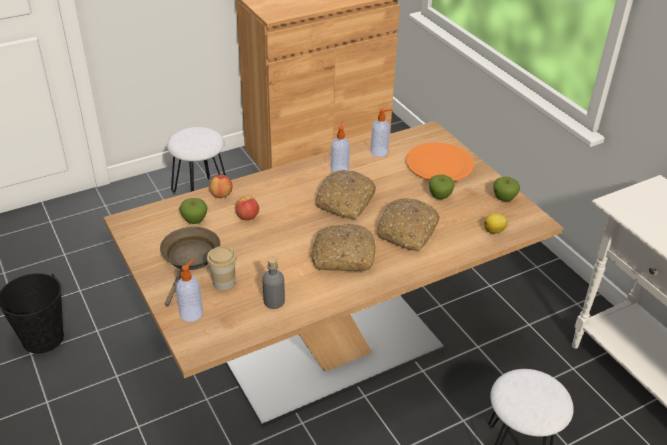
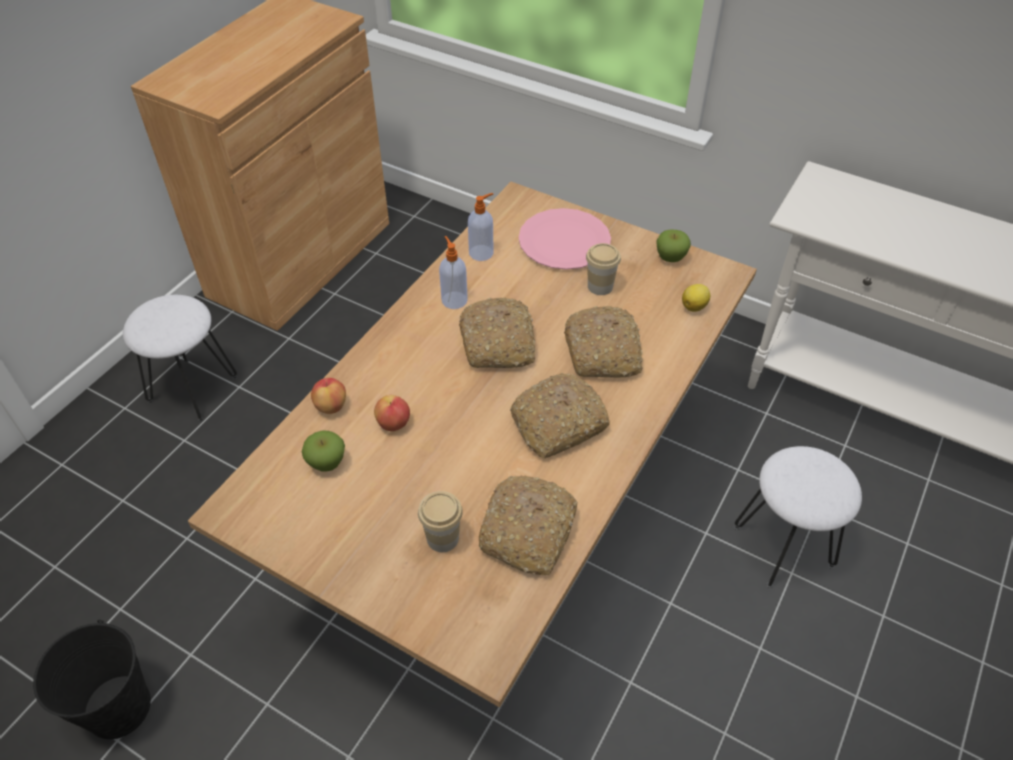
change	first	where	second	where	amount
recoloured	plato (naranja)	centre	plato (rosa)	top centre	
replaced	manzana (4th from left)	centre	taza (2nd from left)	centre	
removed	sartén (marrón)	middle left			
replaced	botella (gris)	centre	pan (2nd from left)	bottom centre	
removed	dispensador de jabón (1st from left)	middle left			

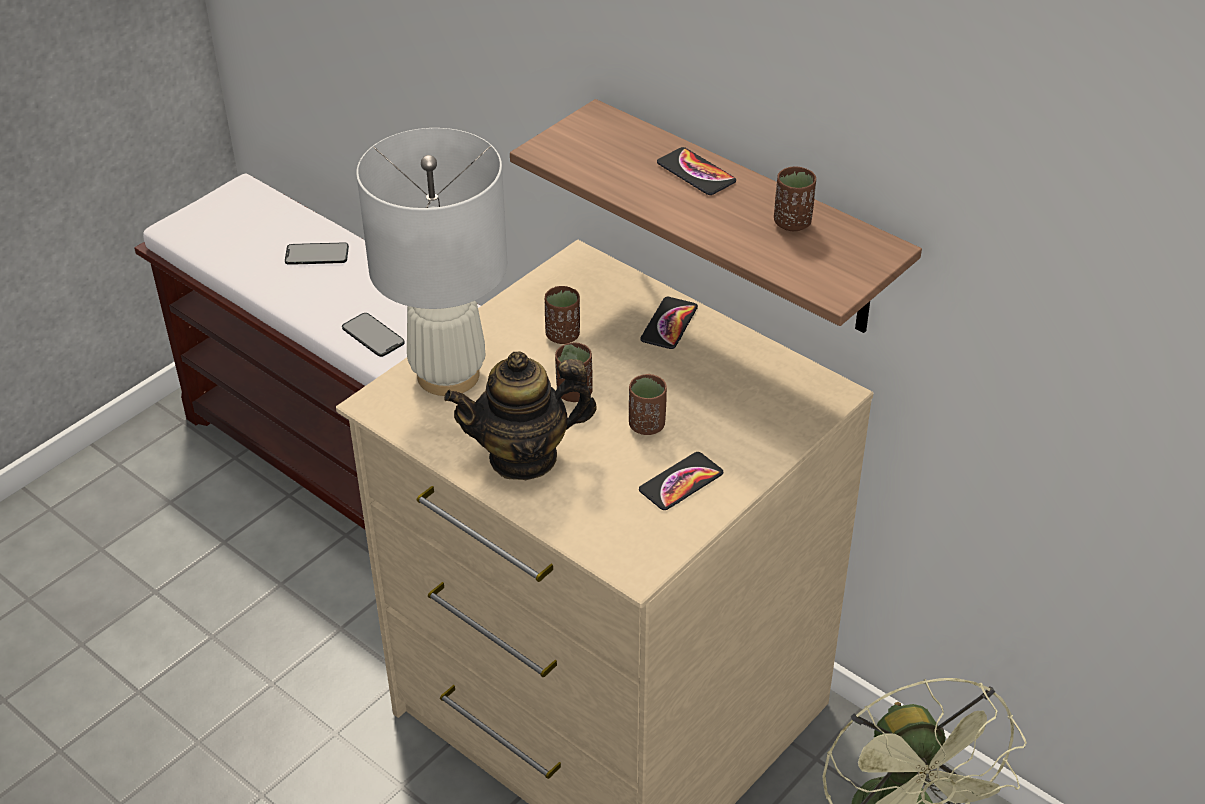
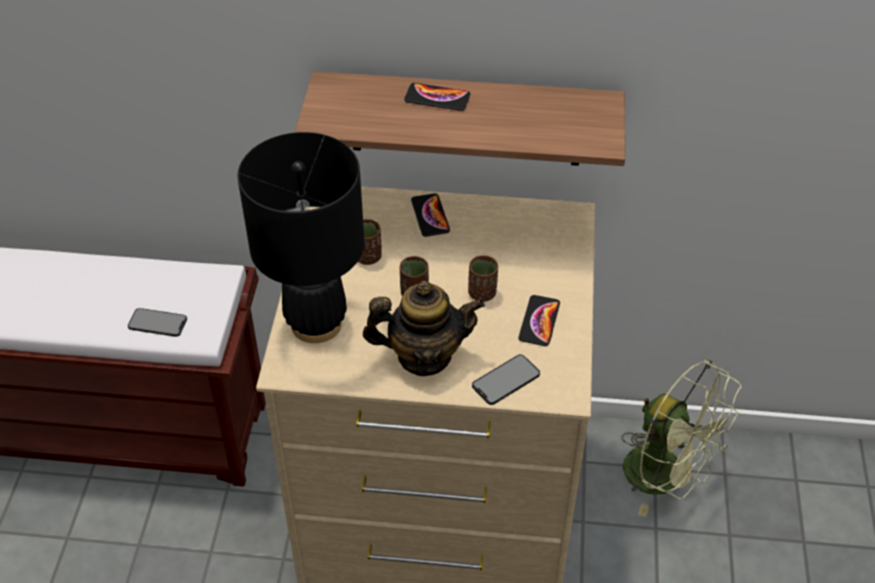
change	first	where	second	where	amount
recoloured	lámpara de mesa (blanco)	top centre	lámpara de mesa (negro)	centre	
removed	taza (marrón) (4th from left)	top centre			
moved	móvil (1st from left in the first image)	top left	móvil (4th from left)	centre	
turned	tetera	centre		centre	135 degrees counterclockwise

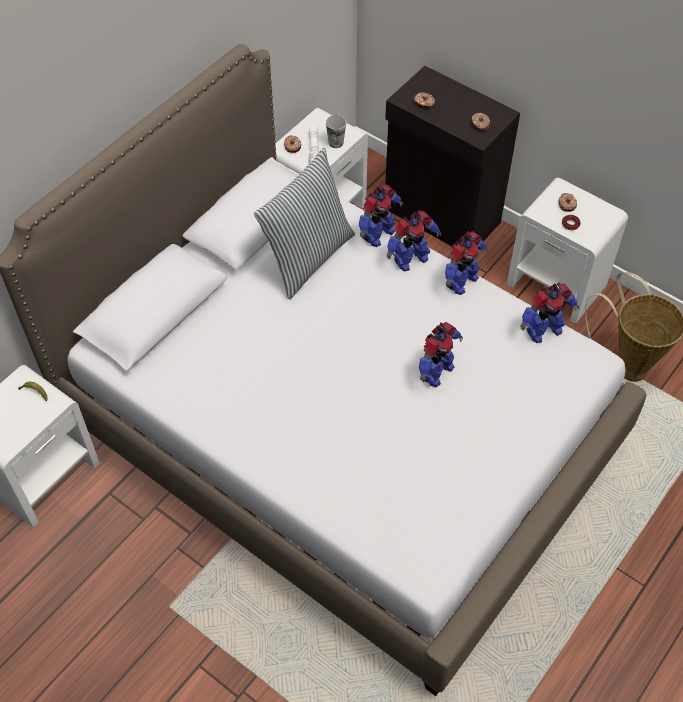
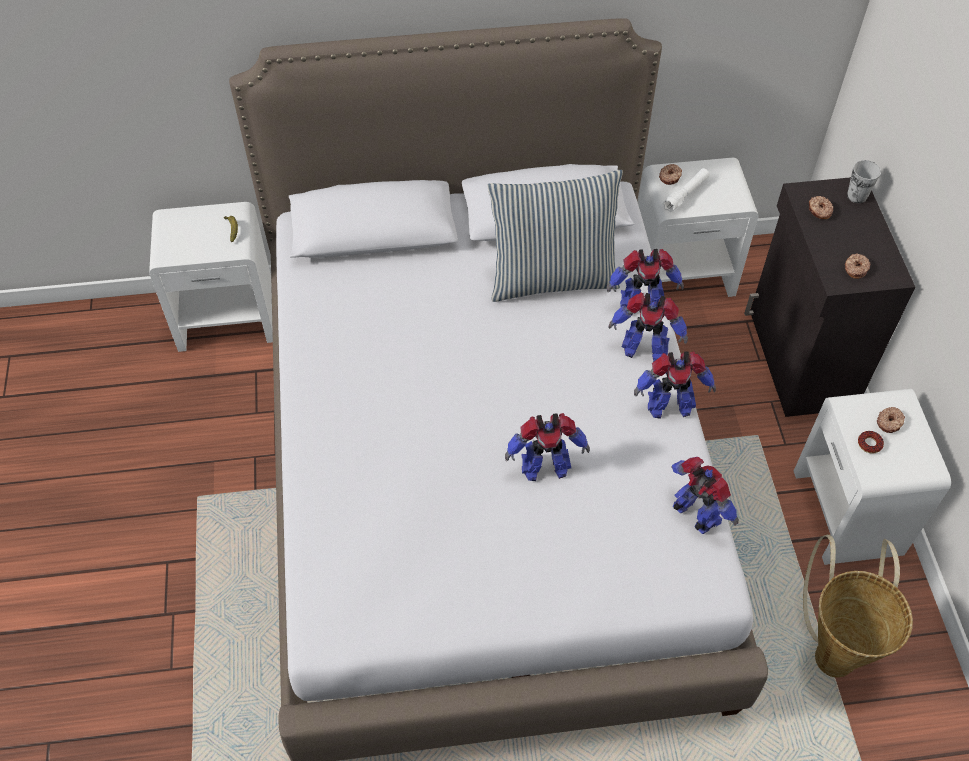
change	first	where	second	where	amount
moved	taza	top centre		top right	
turned	robot de juguete (5th from left)	middle right		middle right	150 degrees counterclockwise

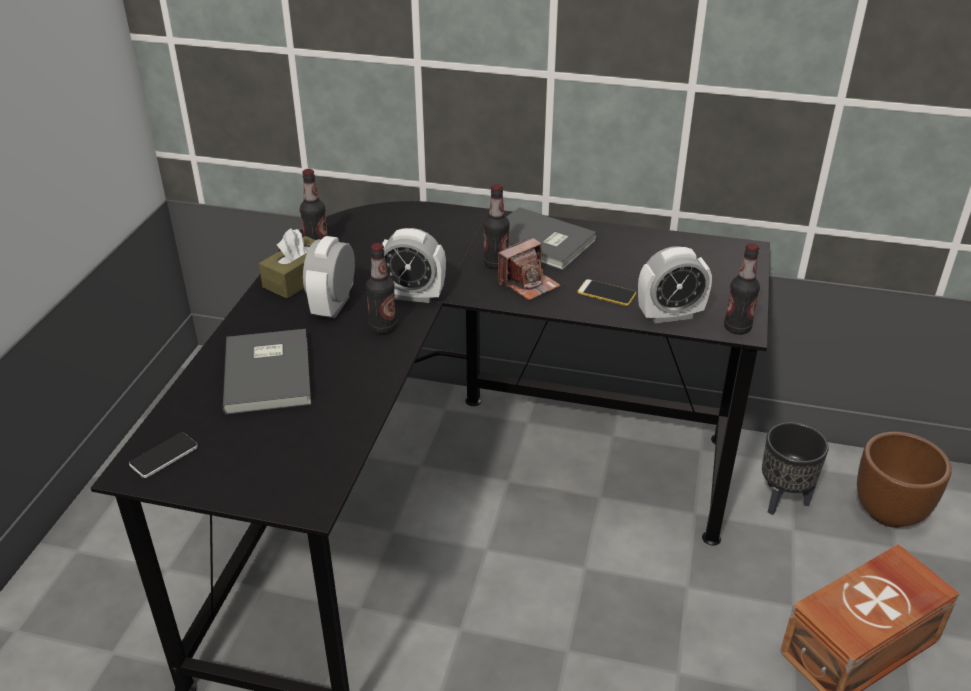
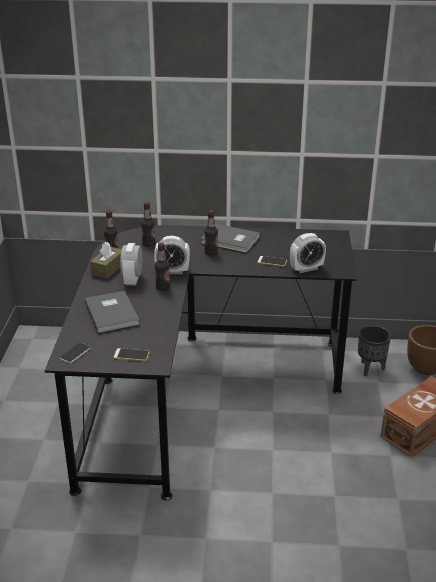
change	first	where	second	where	amount
removed	cámara	centre			
moved	botella (4th from left in the first image)	middle right	botella (2nd from left)	centre	
added			móvil (2nd from left)	middle left	

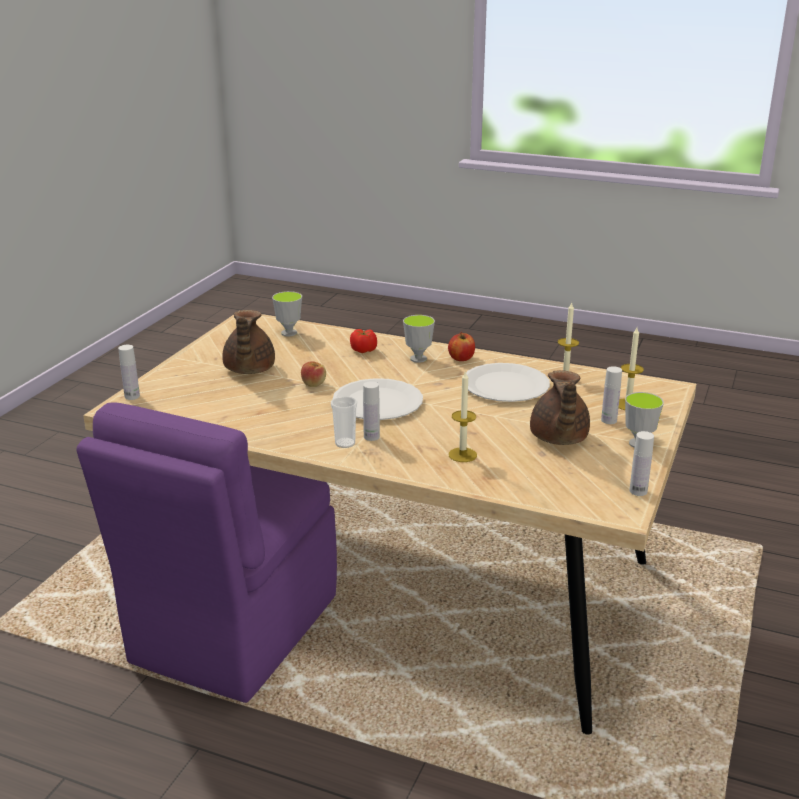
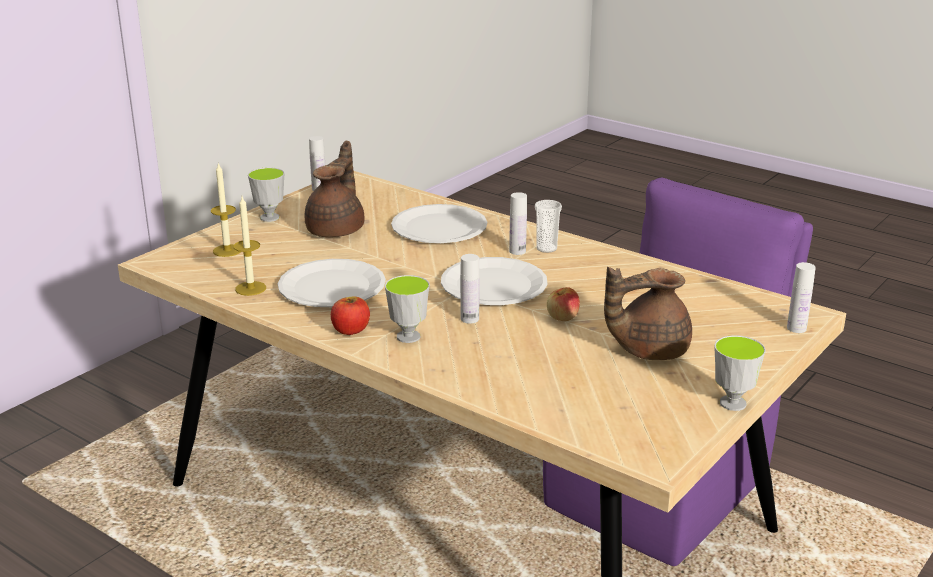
change	first	where	second	where	amount
moved	taza (1st from left in the first image)	centre	taza (4th from left)	middle right	
turned	tetera (marrón) (1st from left in the first image)	middle left	tetera (marrón) (2nd from left)	middle right	120 degrees counterclockwise
removed	tomate	centre			
moved	botella (blanco) (3rd from left in the first image)	middle right	botella (blanco) (2nd from left)	centre	
replaced	vela (1st from left)	centre	plato (blanco) (2nd from left)	centre	

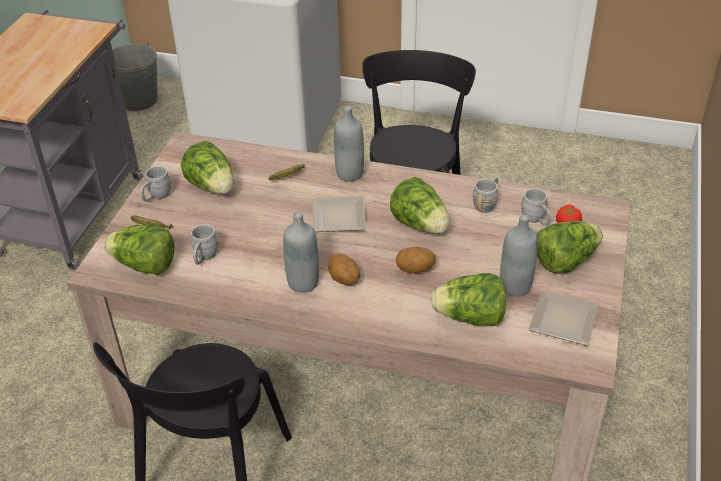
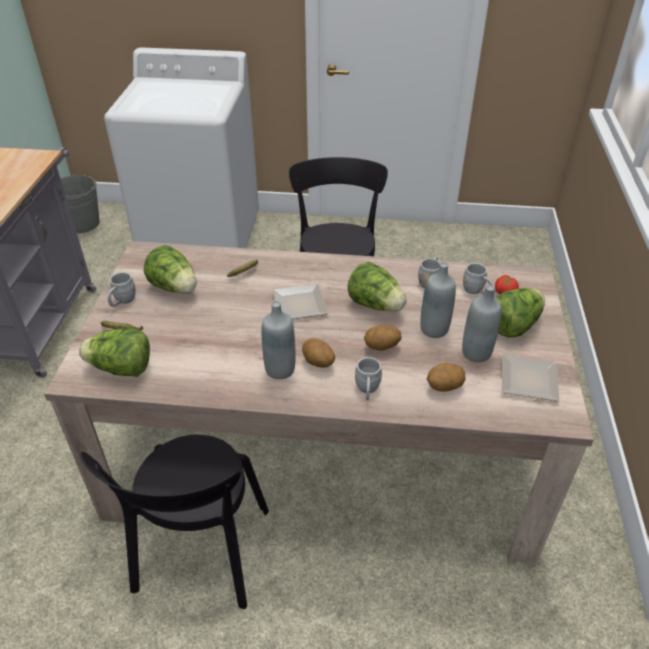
change	first	where	second	where	amount
moved	botella (gris) (2nd from left)	top centre		middle right	
moved	taza grande (gris) (2nd from left)	middle left		centre	
replaced	lechuga (4th from left)	centre	patata (3rd from left)	middle right	

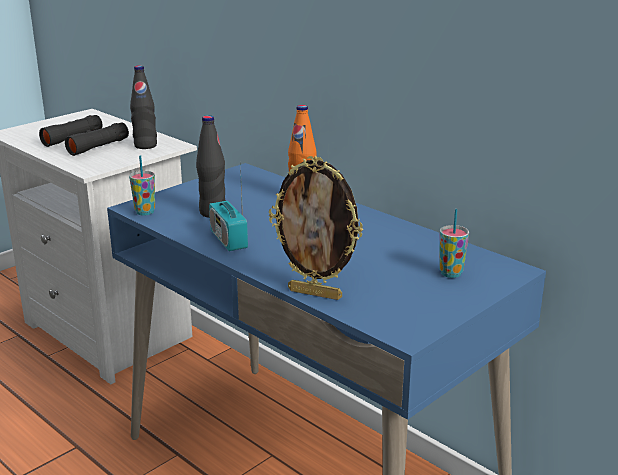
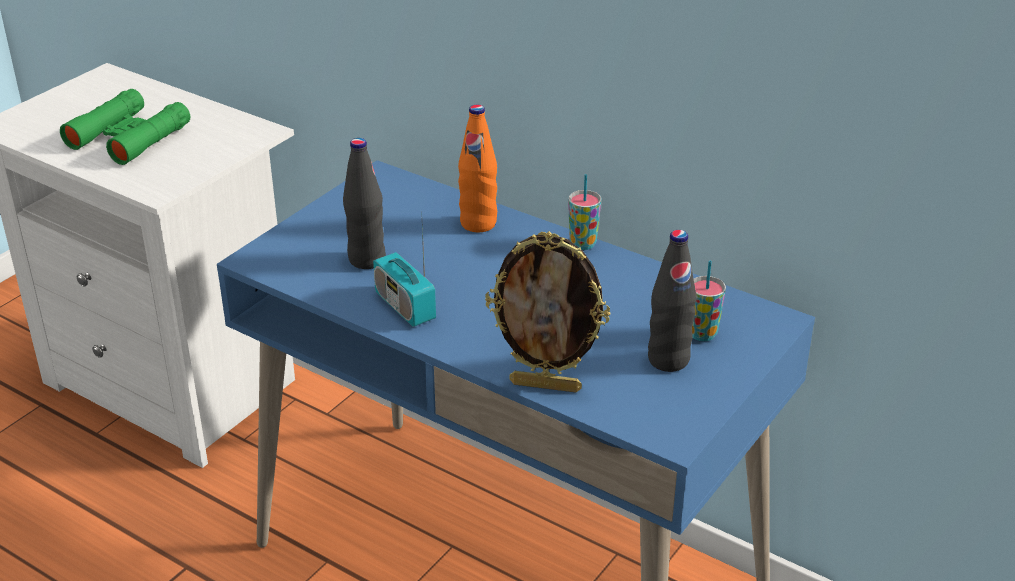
change	first	where	second	where	amount
moved	botella (negro) (1st from left in the first image)	top left	botella (negro) (2nd from left)	centre	
recoloured	prismáticos (negro)	top left	prismáticos (verde)	top left	
moved	taza (1st from left)	middle left		centre	

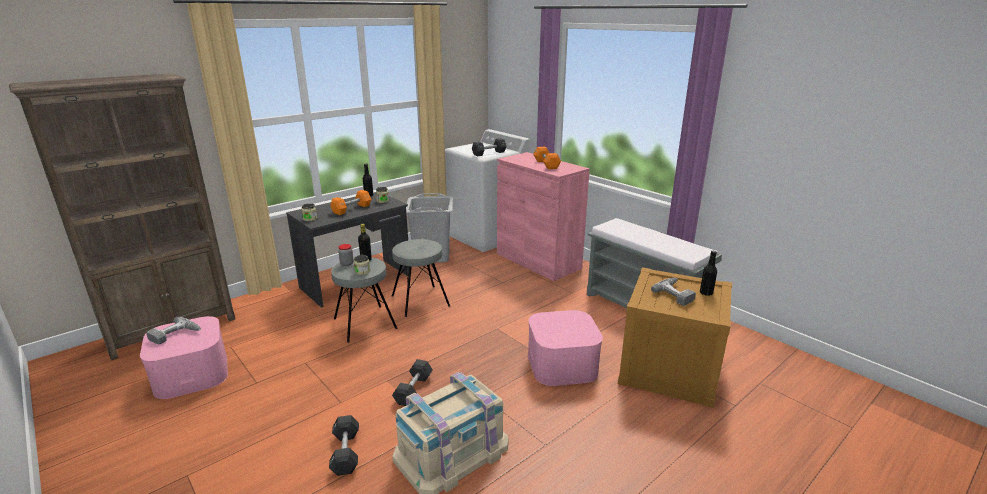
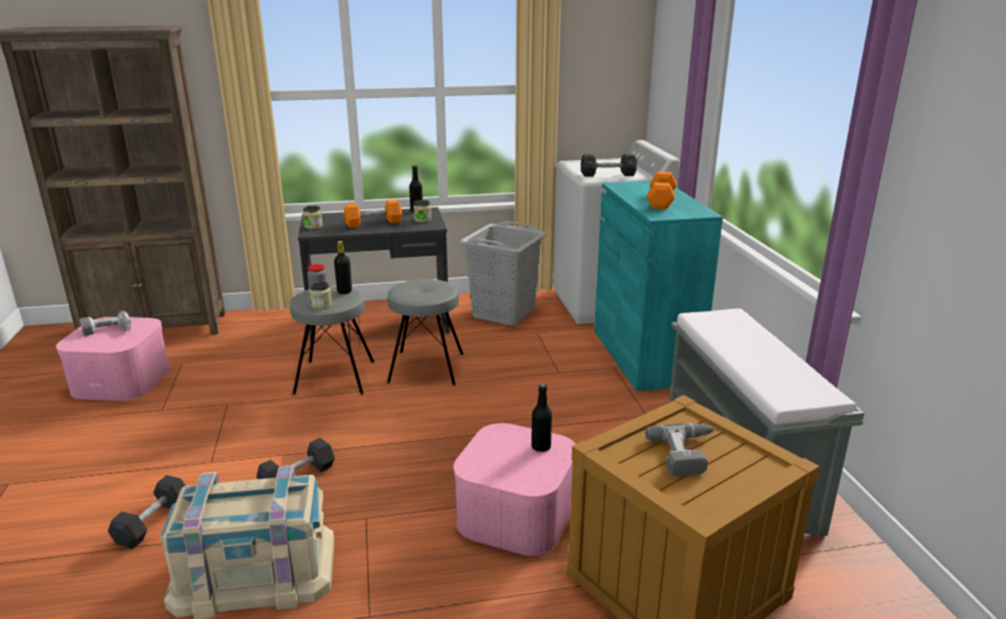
change	first	where	second	where	amount
recoloured	armario (rosa)	centre	armario (turquesa)	centre	
moved	botella (negro) (3rd from left)	middle right		bottom centre	

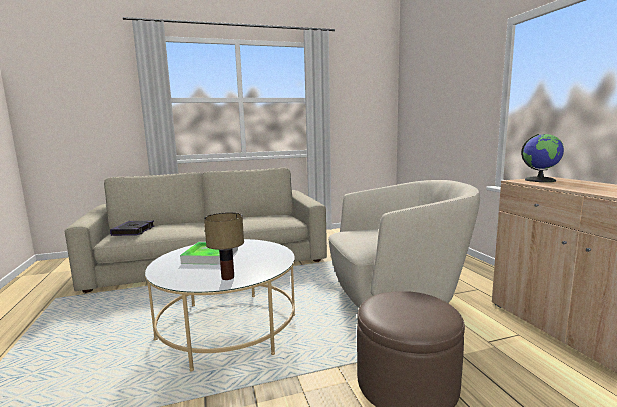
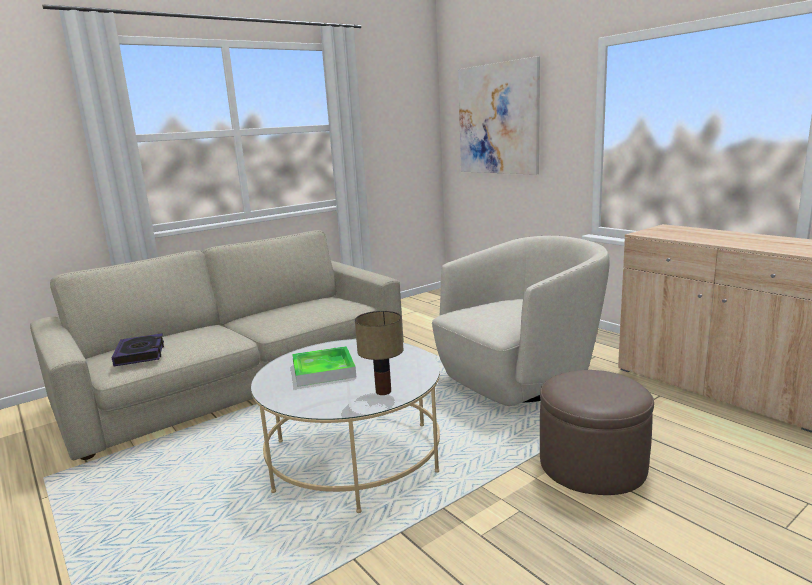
change	first	where	second	where	amount
removed	globo terráqueo	middle right			
added			cuadro	top centre	

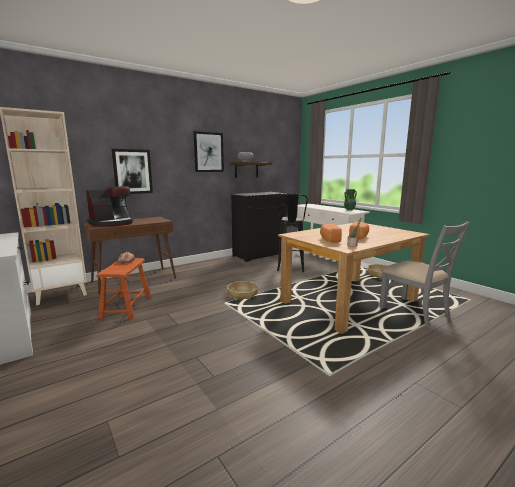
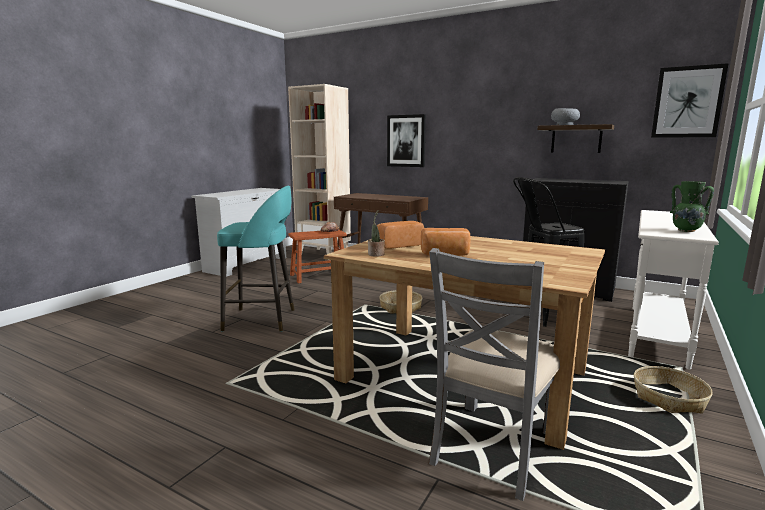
change	first	where	second	where	amount
moved	cuadro (2nd from left)	top centre		top right	
removed	cafetera	middle left			
added			taburete (turquesa)	centre	

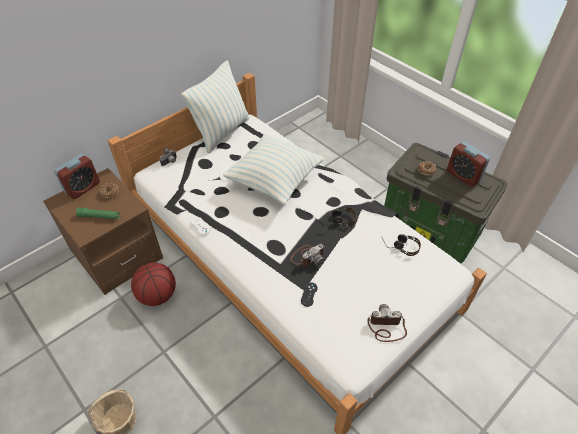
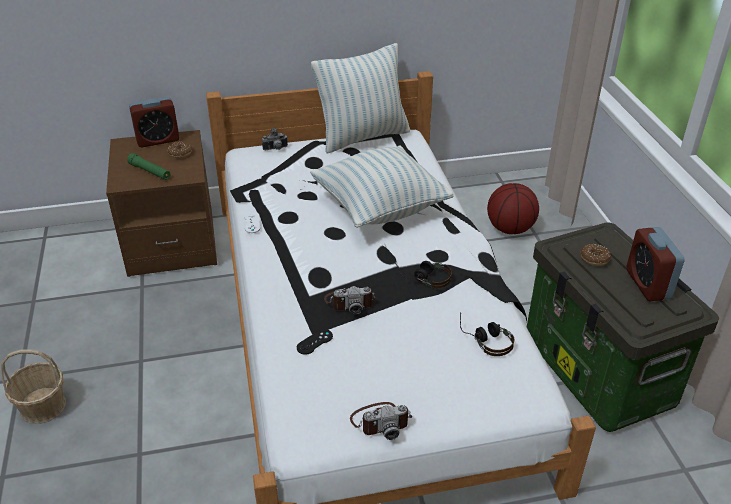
change	first	where	second	where	amount
moved	balón de baloncesto	middle left		middle right	
turned	cámara (3rd from left)	bottom right		bottom centre	135 degrees clockwise

